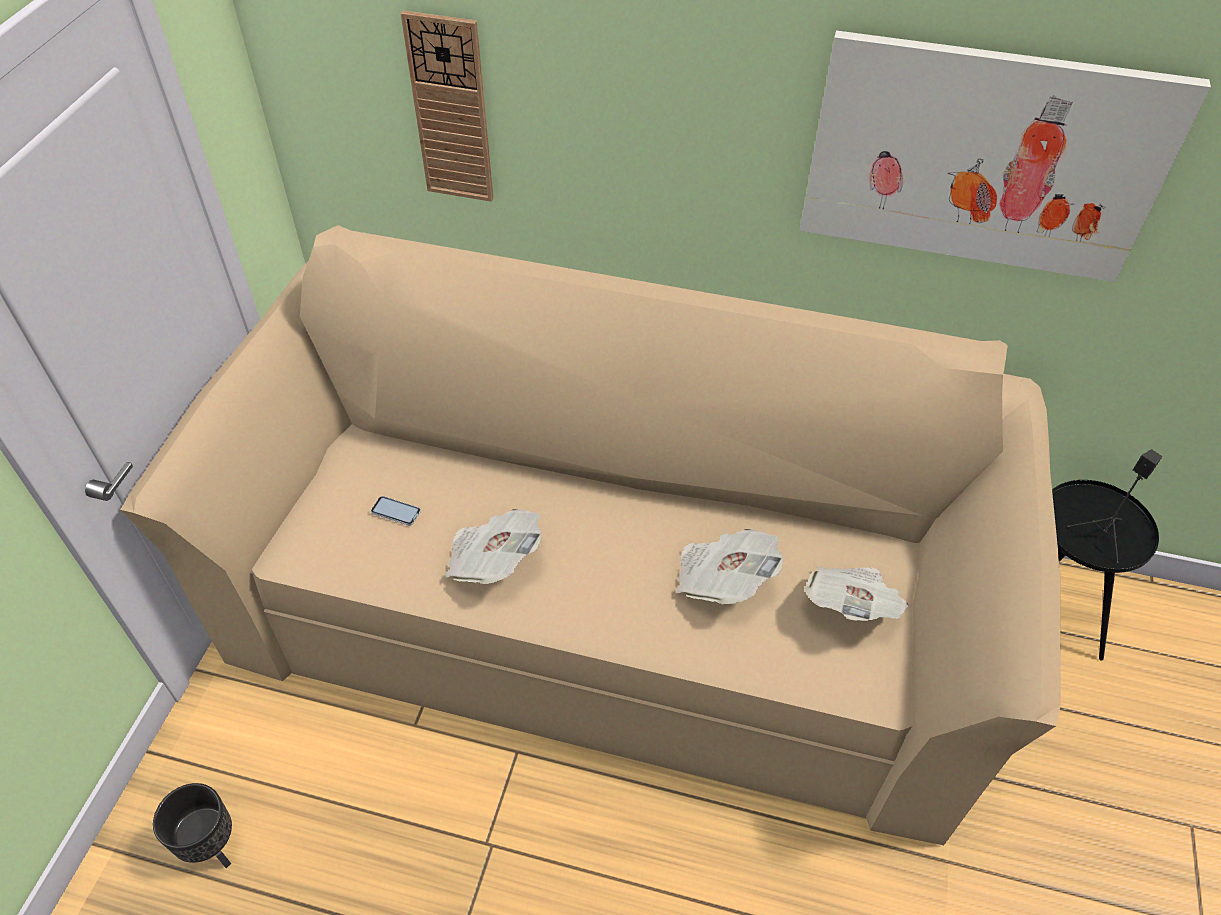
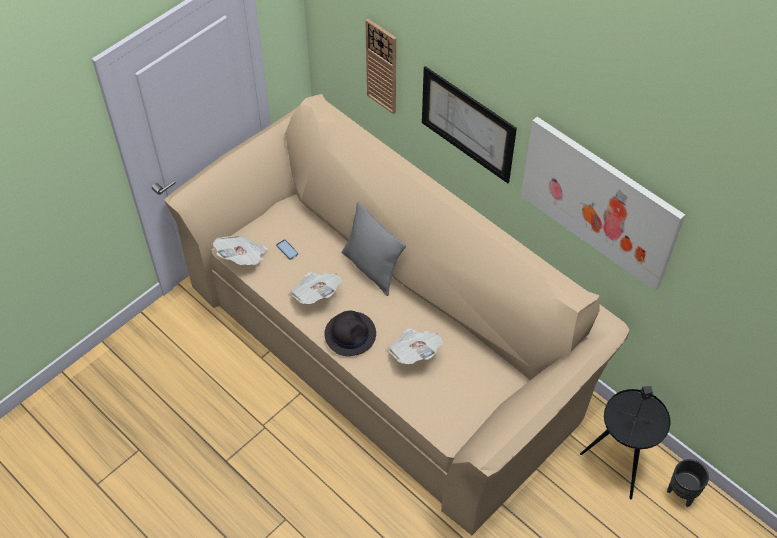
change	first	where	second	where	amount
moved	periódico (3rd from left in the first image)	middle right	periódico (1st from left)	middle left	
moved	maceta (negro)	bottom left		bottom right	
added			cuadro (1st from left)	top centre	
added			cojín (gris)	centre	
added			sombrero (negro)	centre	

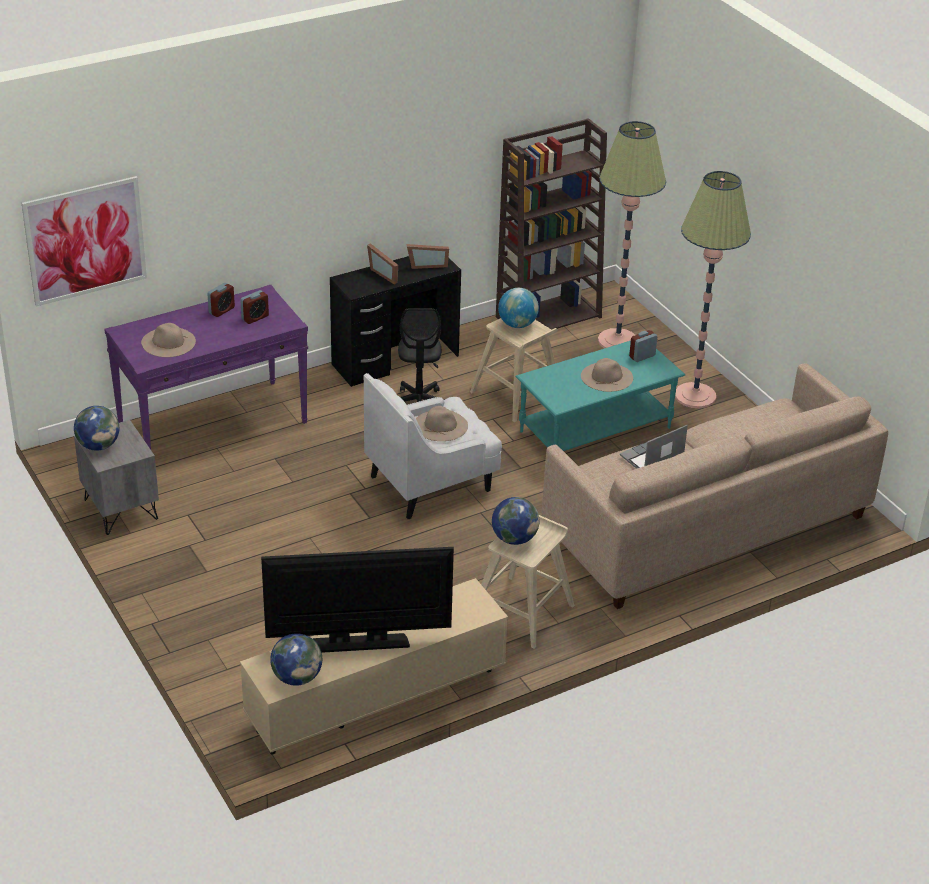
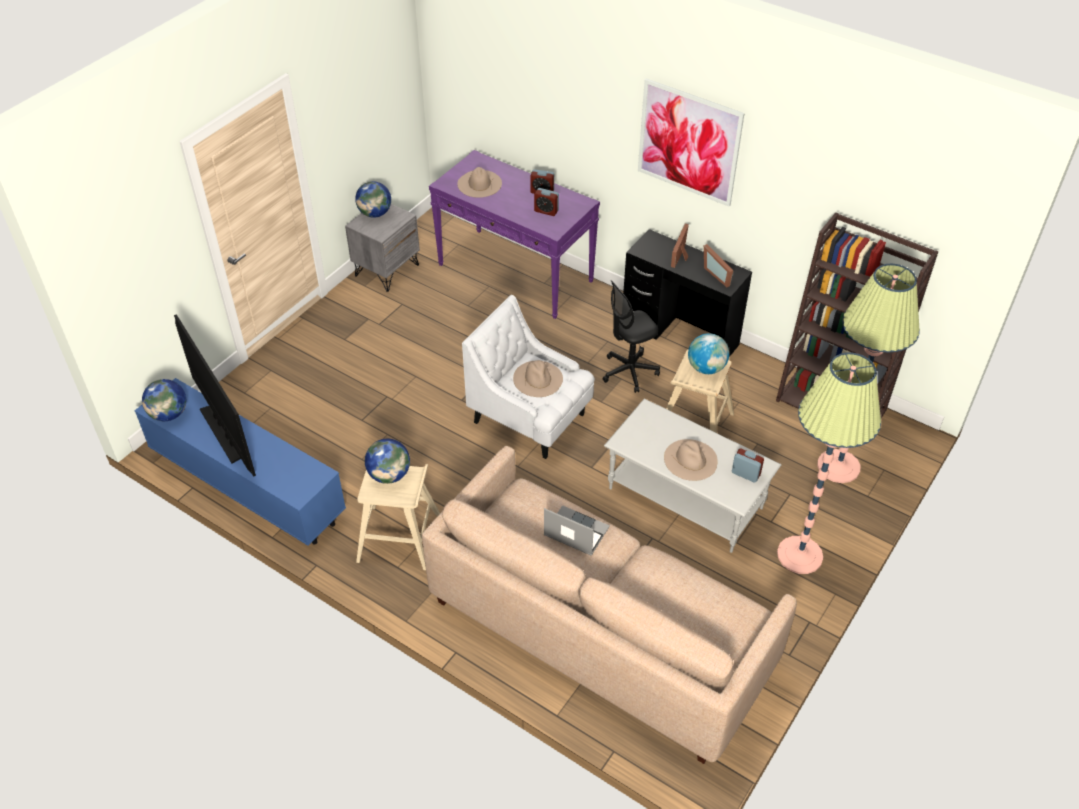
change	first	where	second	where	amount
moved	cuadro	top left		top centre	
recoloured	mesa de centro (turquesa)	centre	mesa de centro (gris)	centre	
recoloured	mueble de televisión (beis)	bottom centre	mueble de televisión (azul)	middle left	

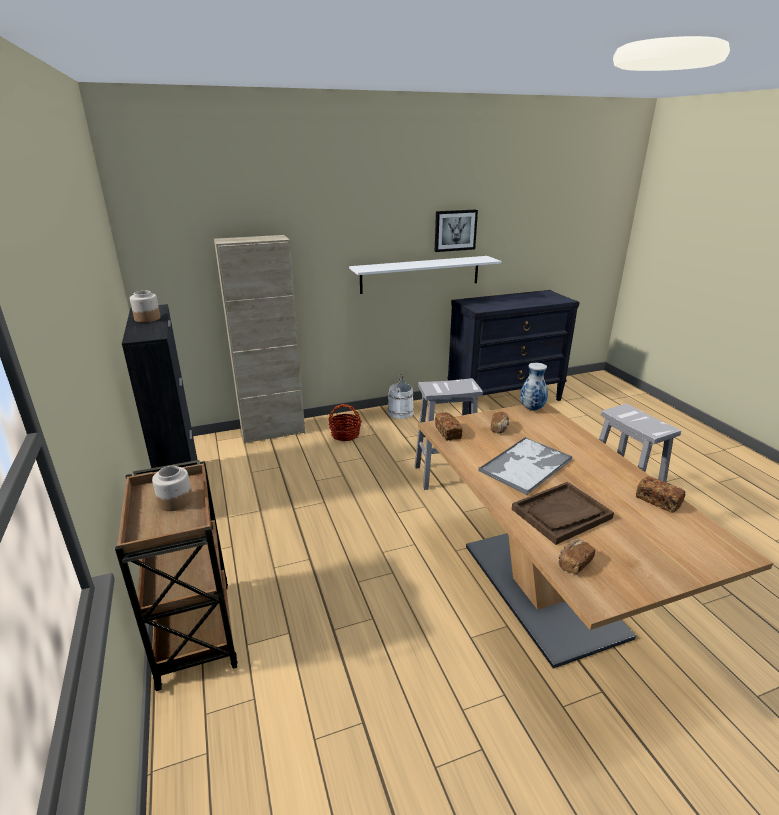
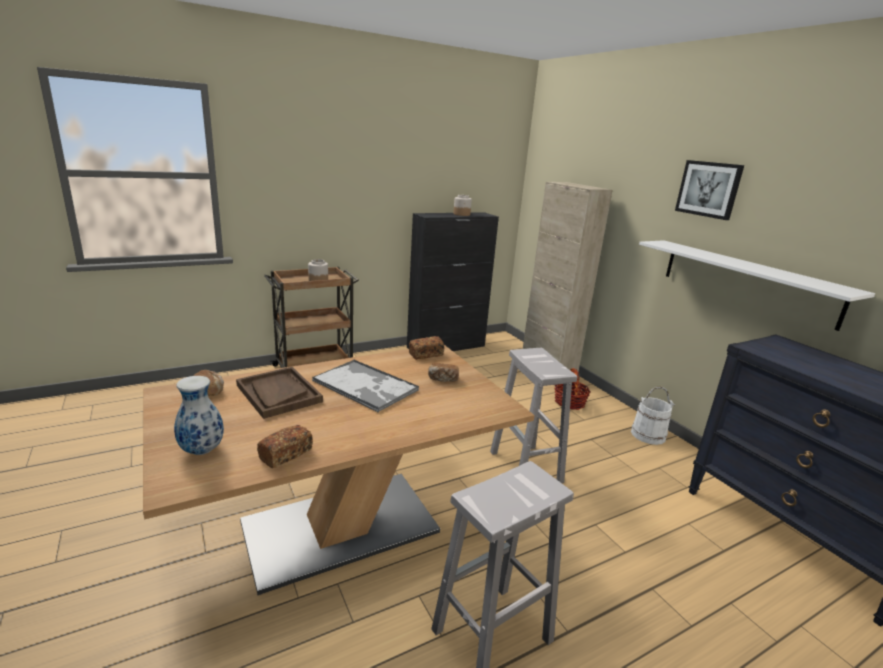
change	first	where	second	where	amount
moved	cuadro	top centre		top right	
moved	florero	middle right		middle left	

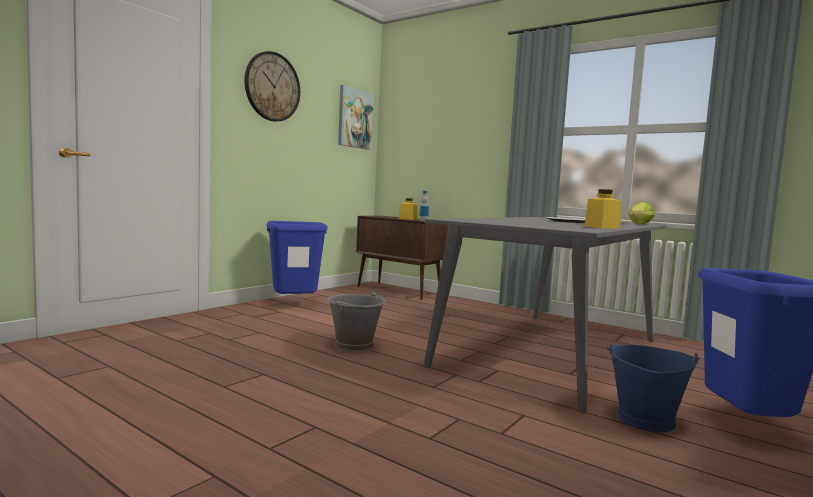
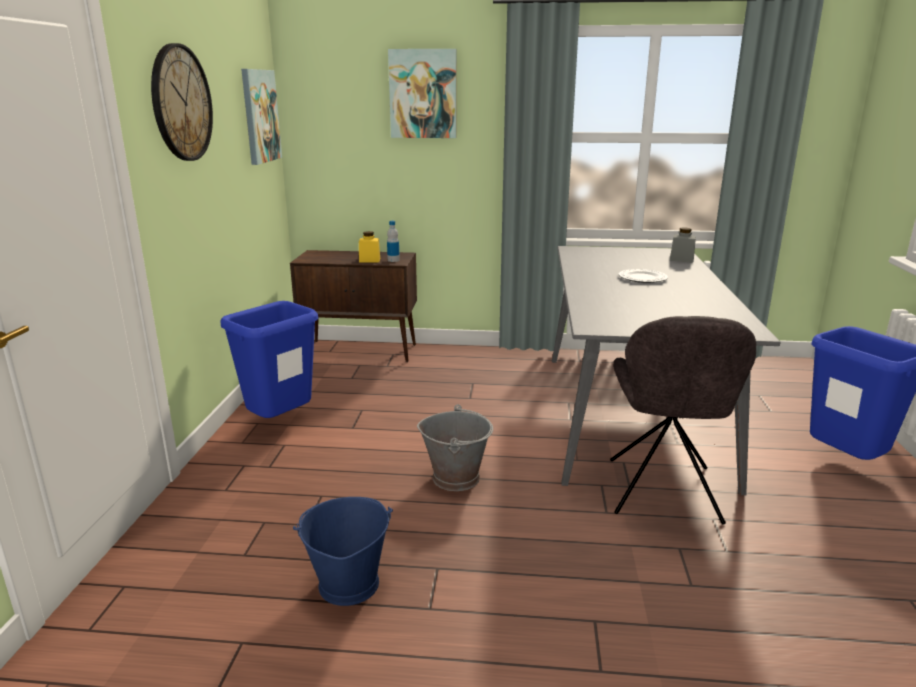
change	first	where	second	where	amount
removed	tarro (amarillo) (2nd from left)	middle right			
replaced	lechuga	middle right	tarro (gris)	middle right	
moved	cubo (azul)	bottom right		bottom centre	
added			cuadro (2nd from left)	top centre	
added			silla (gris)	middle right	

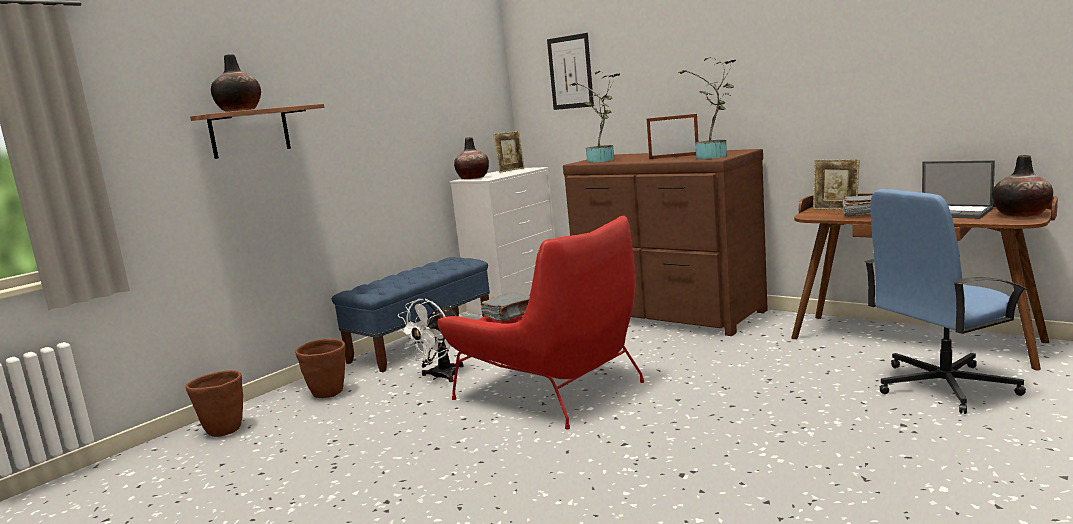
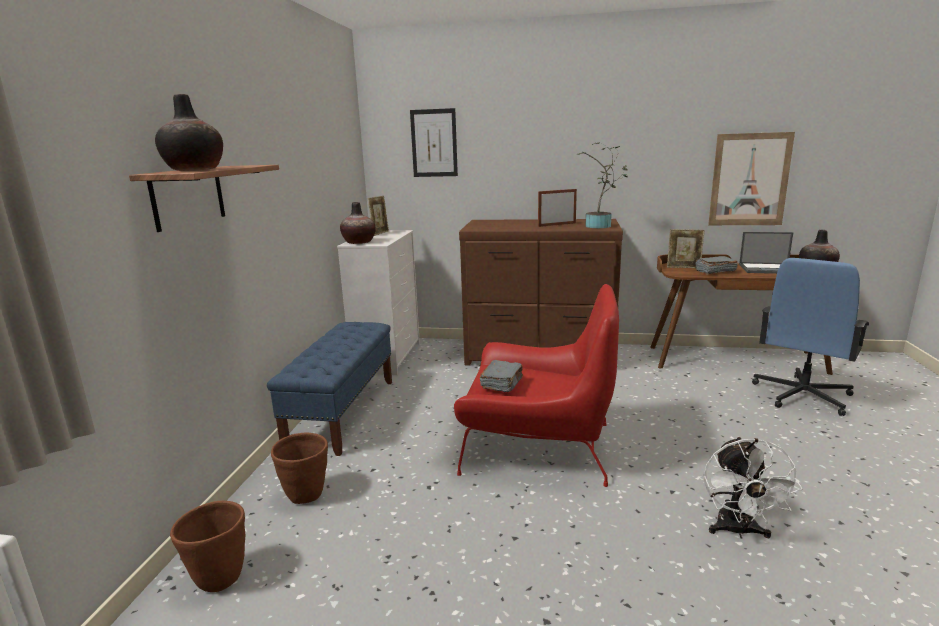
change	first	where	second	where	amount
removed	planta en maceta (1st from left)	top centre			
moved	ventilador (blanco)	centre		bottom right	
added			cuadro (2nd from left)	top right	

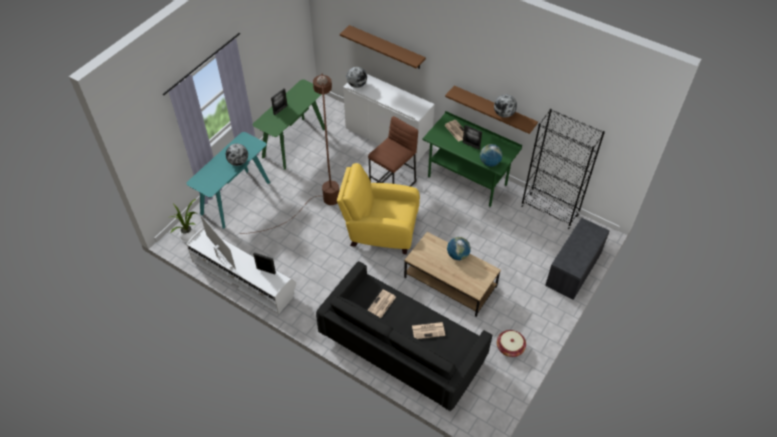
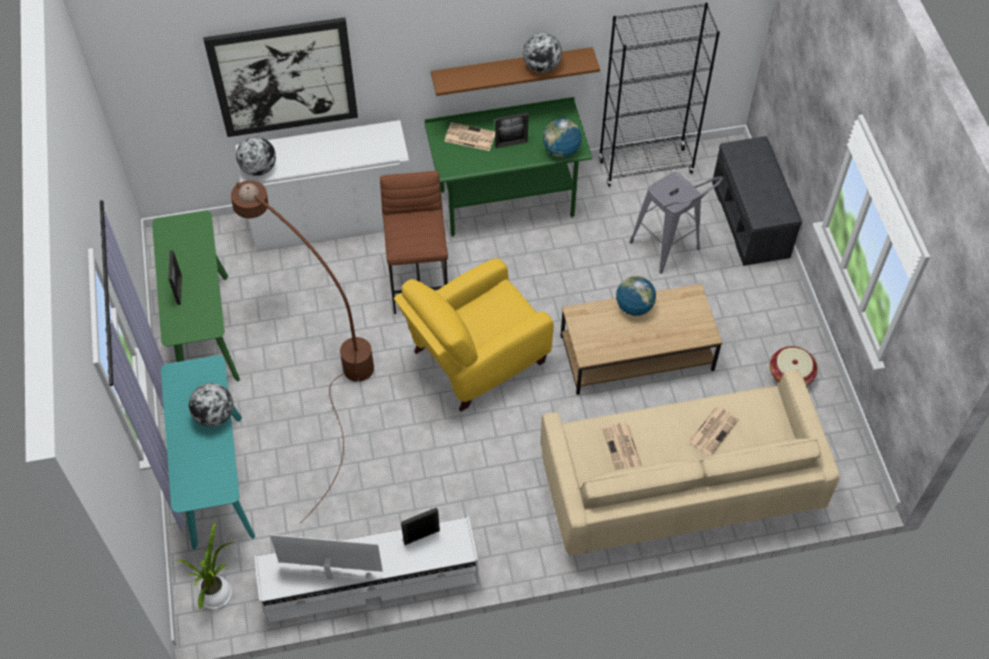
change	first	where	second	where	amount
replaced	estante (marrón) (1st from left)	top centre	cuadro	top left	
recoloured	sofá (negro)	bottom centre	sofá (beis)	bottom right	
added			taburete (gris)	middle right	

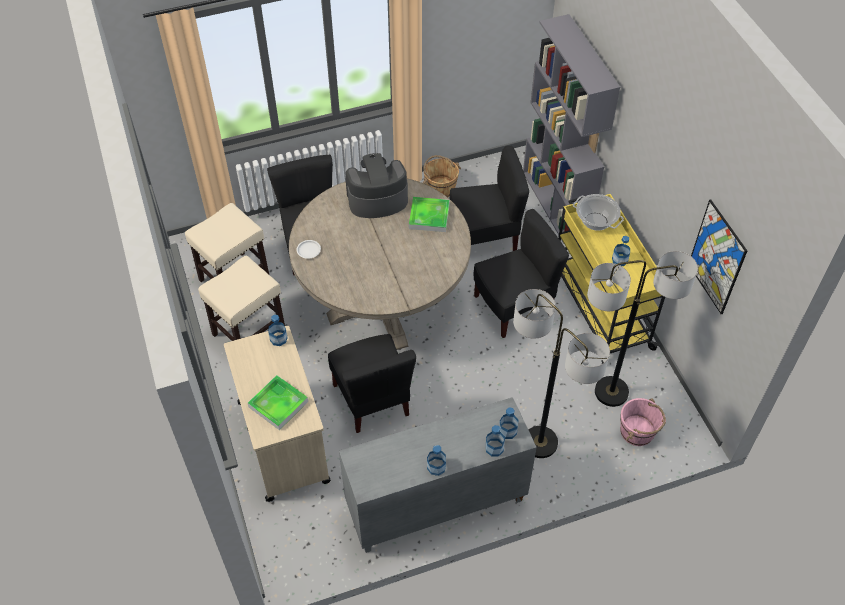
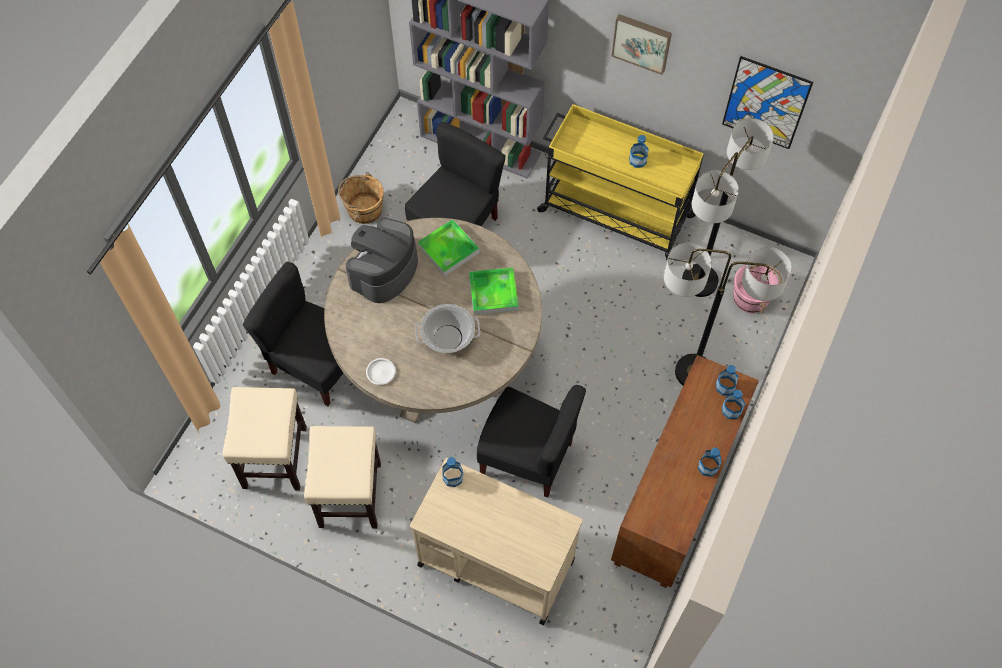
change	first	where	second	where	amount
moved	olla	middle right		centre	
removed	silla (negro) (4th from left)	centre			
moved	bandeja (1st from left in the first image)	middle left	bandeja (2nd from left)	centre	
recoloured	armario (gris)	bottom centre	armario (marrón)	bottom right	
added			cuadro (1st from left)	top centre	

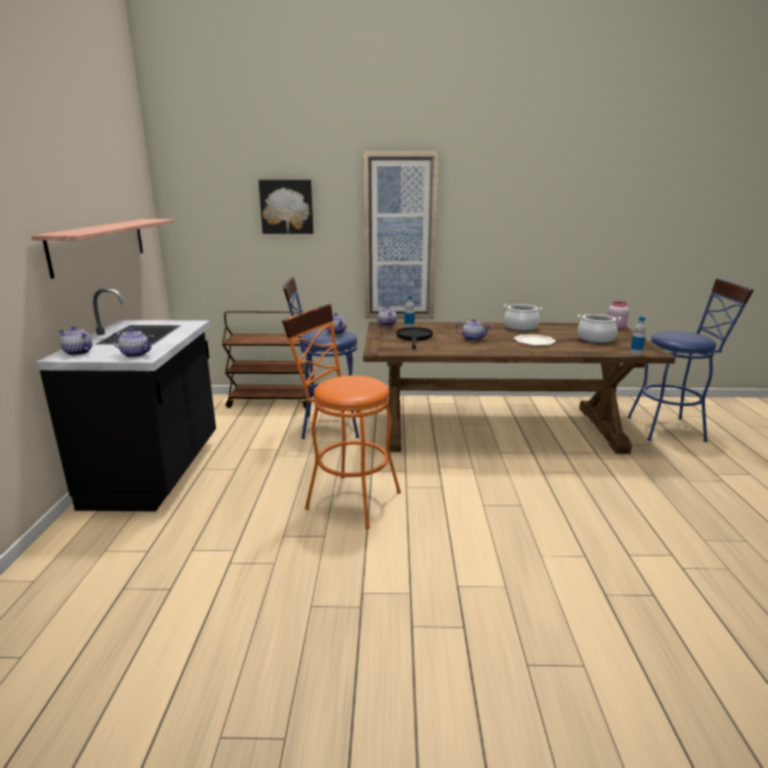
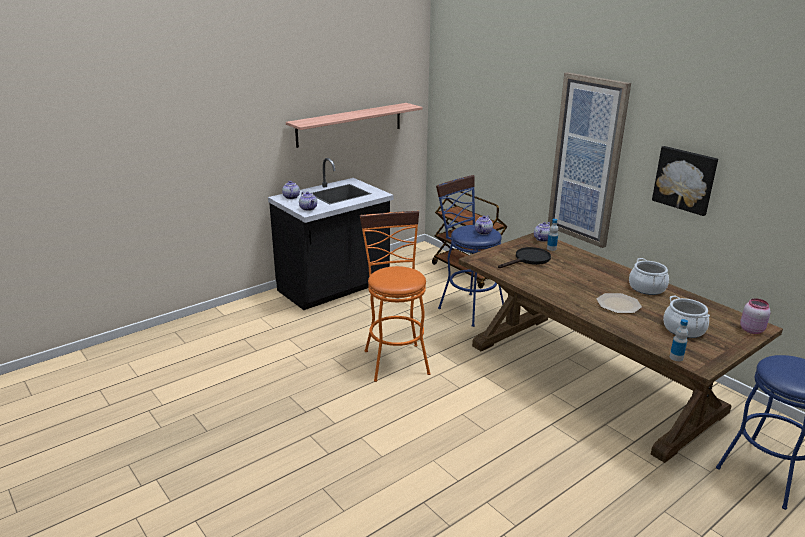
change	first	where	second	where	amount
moved	cuadro (1st from left in the first image)	top centre	cuadro (2nd from left)	middle right	
removed	tetera (5th from left)	centre			

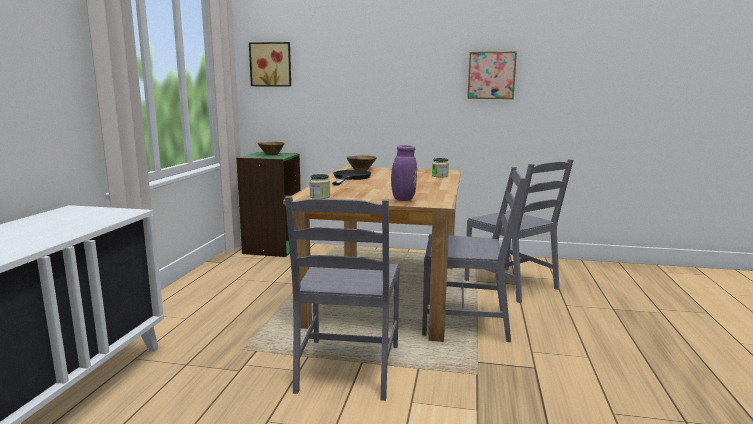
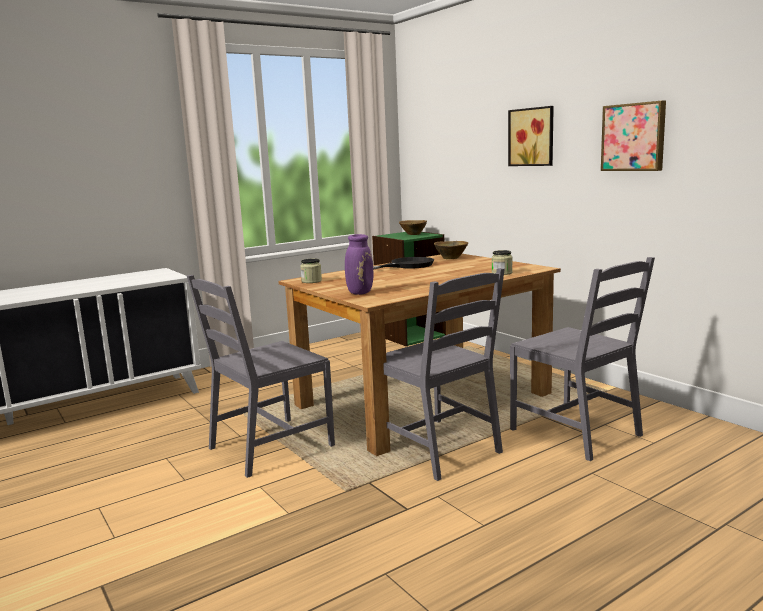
change	first	where	second	where	amount
moved	cuadro (1st from left)	top centre		top right	
turned	silla (gris) (3rd from left)	middle right		middle right	45 degrees counterclockwise

